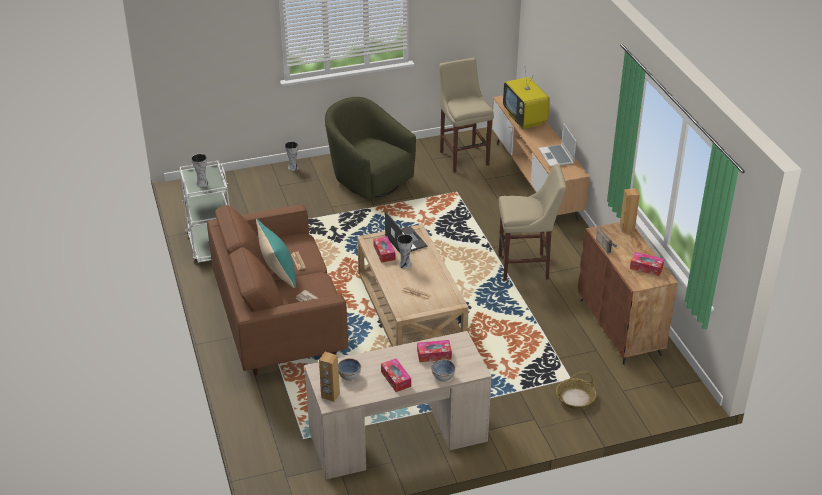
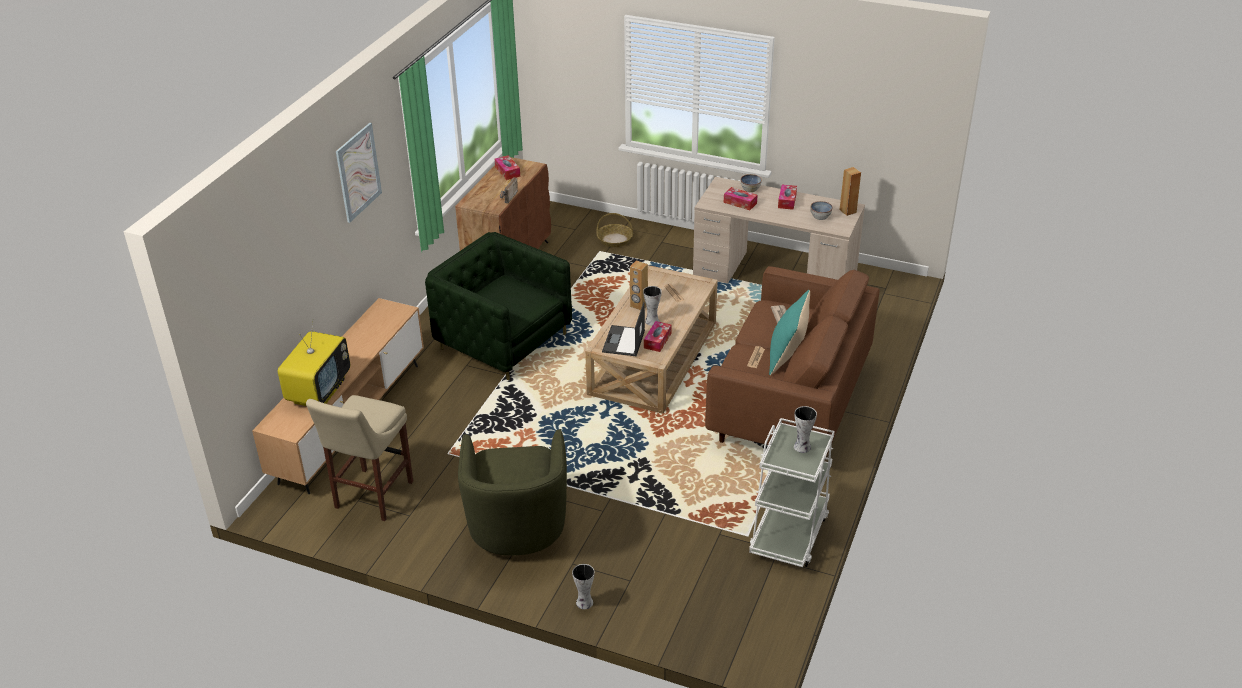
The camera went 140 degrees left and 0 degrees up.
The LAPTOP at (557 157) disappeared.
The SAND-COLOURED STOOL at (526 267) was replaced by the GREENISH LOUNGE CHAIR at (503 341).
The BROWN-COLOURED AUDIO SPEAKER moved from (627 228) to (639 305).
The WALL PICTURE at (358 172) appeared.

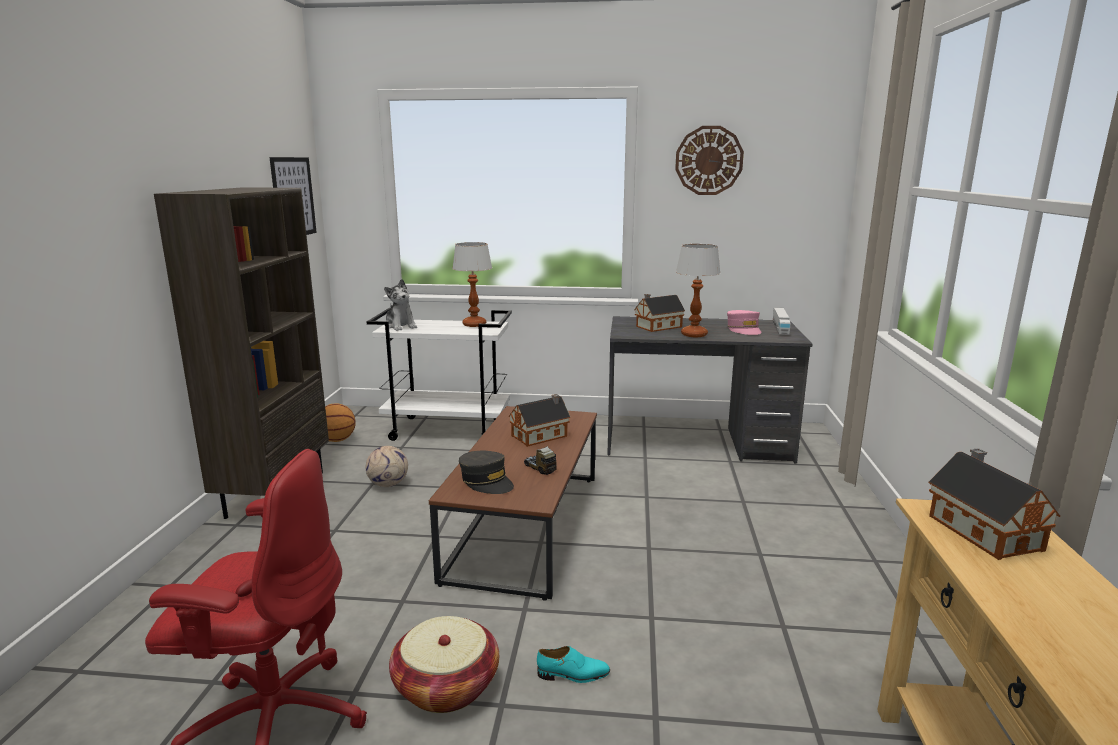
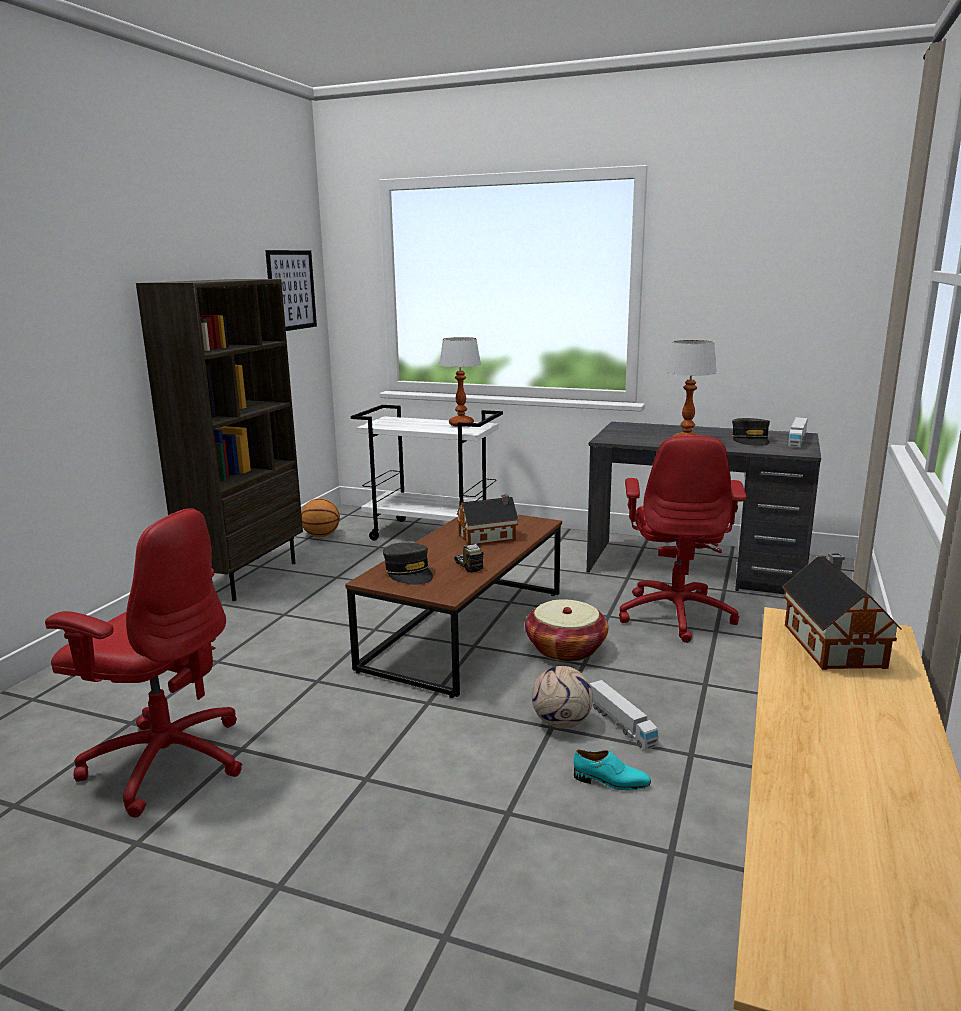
The camera went 15 degrees right and 0 degrees up.
The CLOCK ON THE WALL at (709 160) disappeared.
The CUDDLY TOY at (400 326) disappeared.
The MINIATURE HOUSE at (657 327) disappeared.
The PINK BASEBALL CAP at (744 329) became the GREY BASEBALL CAP at (750 440).
The BALL FOR FOOTBALL moved from (389 484) to (562 722).
The STORAGE BASKET moved from (446 686) to (565 649).
The TURQUOISE SHOE moved from (573 674) to (611 781).
The RED OFFICE CHAIR at (676 615) appeared.
The MODEL TRUCK at (621 724) appeared.

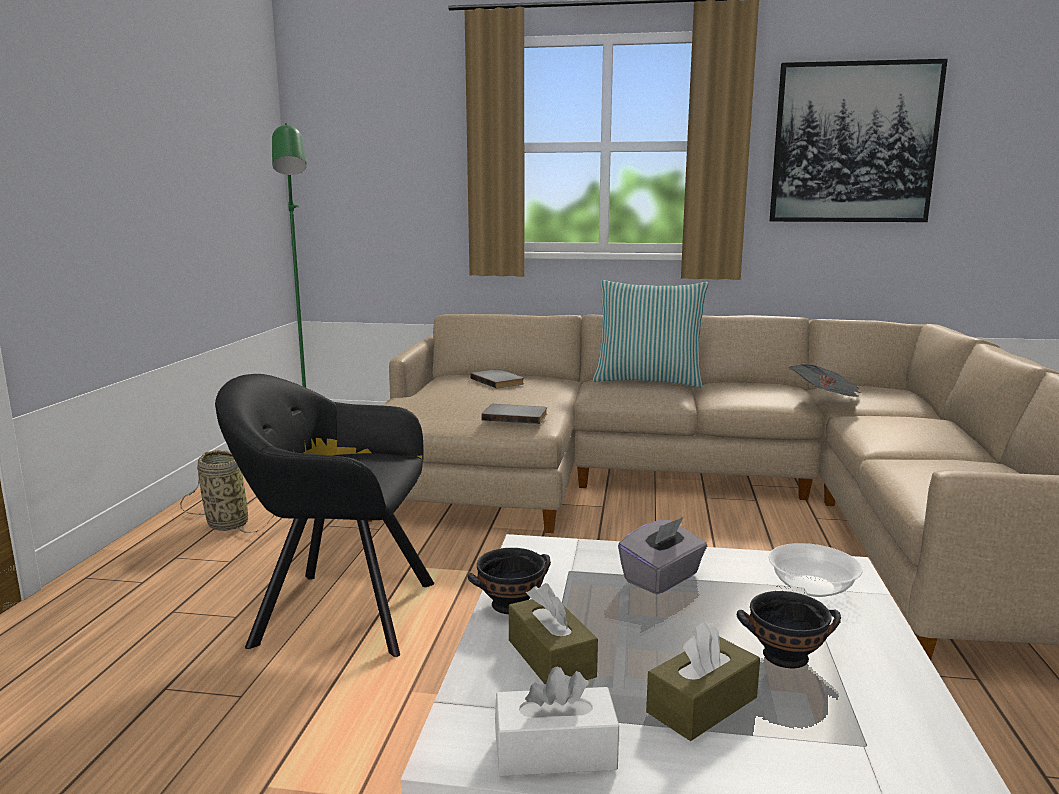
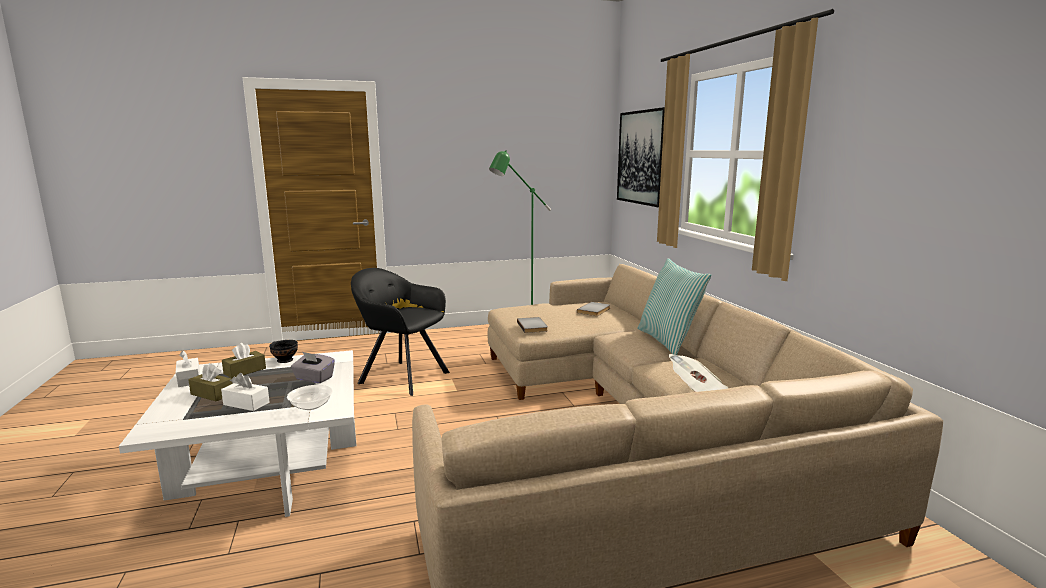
The camera went 65 degrees right and 0 degrees up.
The WALL PICTURE moved from (853 143) to (642 157).
The BLACK-COLOURED LOUNGE CHAIR at (337 610) turned 45 degrees counterclockwise.
The STORAGE BASKET at (225 524) disappeared.
The BLACK-COLOURED BOWL at (783 655) was replaced by the WHITE TISSUE HOLDER at (246 403).

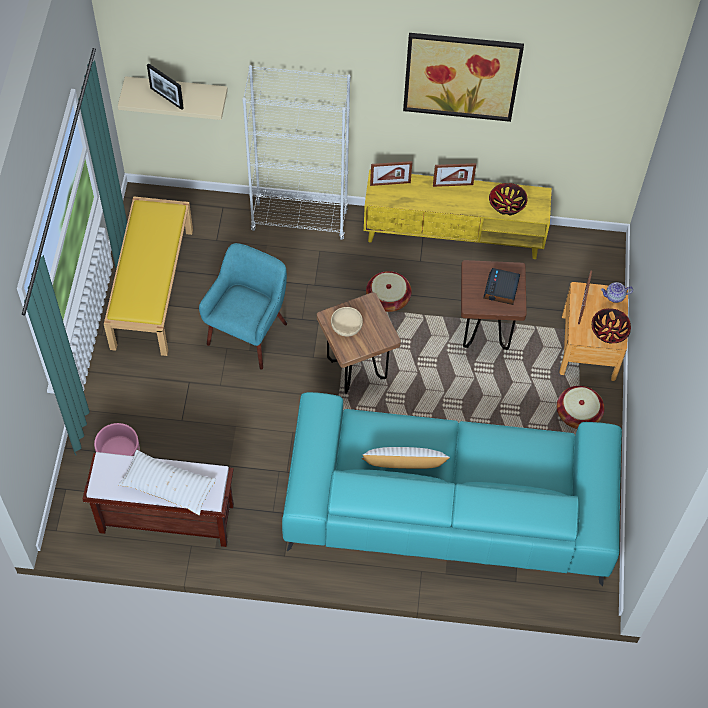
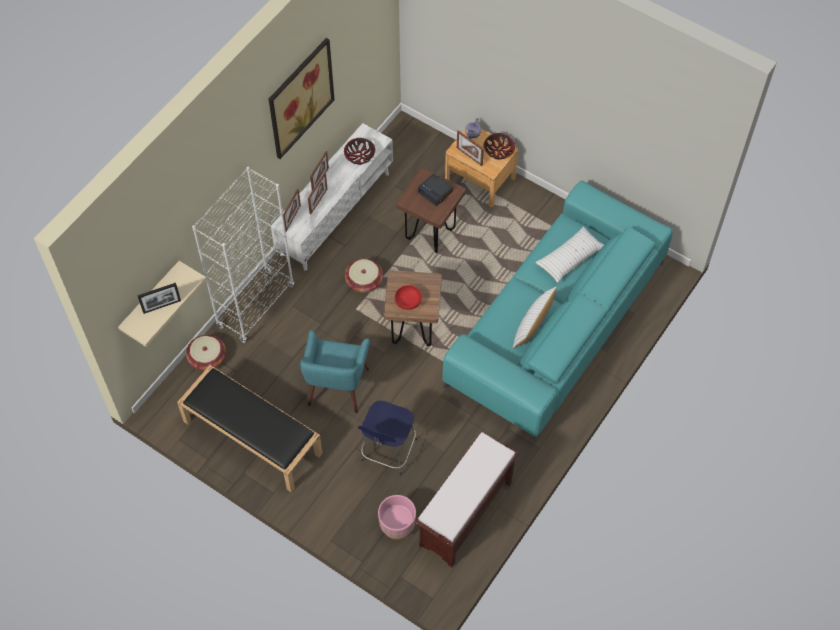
The camera went 60 degrees left and 0 degrees up.
The YELLOW-COLOURED TV STAND at (454 234) became the WHITE TV STAND at (335 213).
The YELLOW-COLOURED INDOOR BENCH at (152 287) became the BLACK-COLOURED INDOOR BENCH at (251 437).
The TURQUOISE LOUNGE CHAIR at (248 333) turned 135 degrees counterclockwise.
The SAND-COLOURED BOWL at (346 327) became the RED BOWL at (408 301).
The STORAGE BASKET moved from (578 414) to (207 358).
The WHITE THROW PILLOW moved from (168 486) to (569 258).
The STANDING FRAME at (318 201) appeared.
The BLUE-COLOURED STOOL at (388 452) appeared.

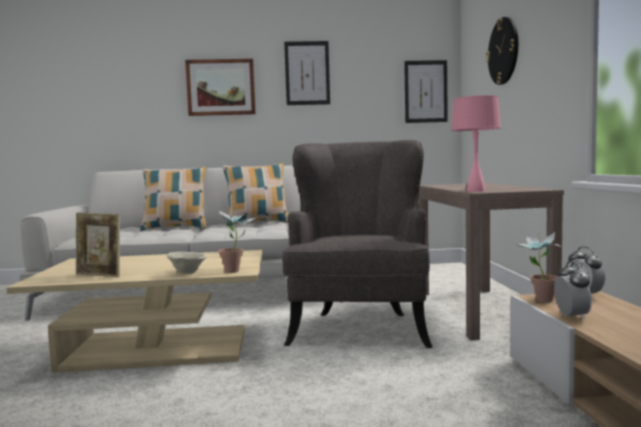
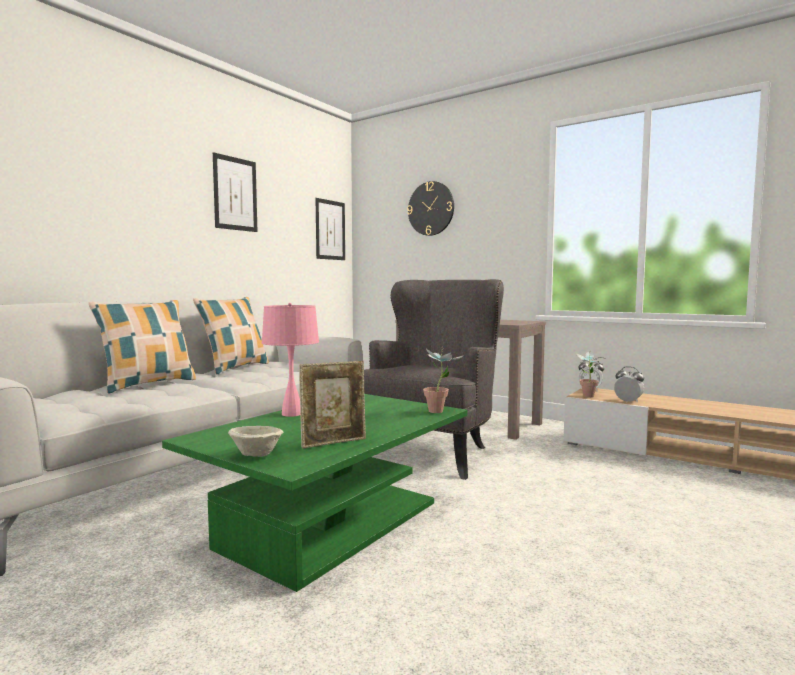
The camera went 50 degrees left and 0 degrees up.
The WALL PICTURE at (221 87) disappeared.
The PINK TABLE LAMP moved from (476 191) to (292 414).
The GREY LOUNGE CHAIR at (360 326) turned 75 degrees clockwise.
The SAND-COLOURED LOUNGE TABLE at (158 349) became the GREENISH LOUNGE TABLE at (332 524).
The SAND-COLOURED BOWL moved from (187 273) to (256 456).

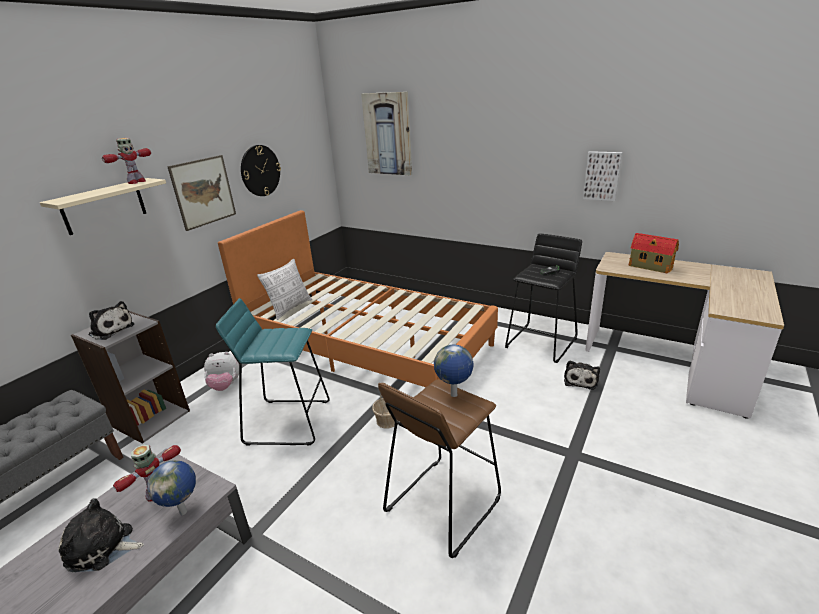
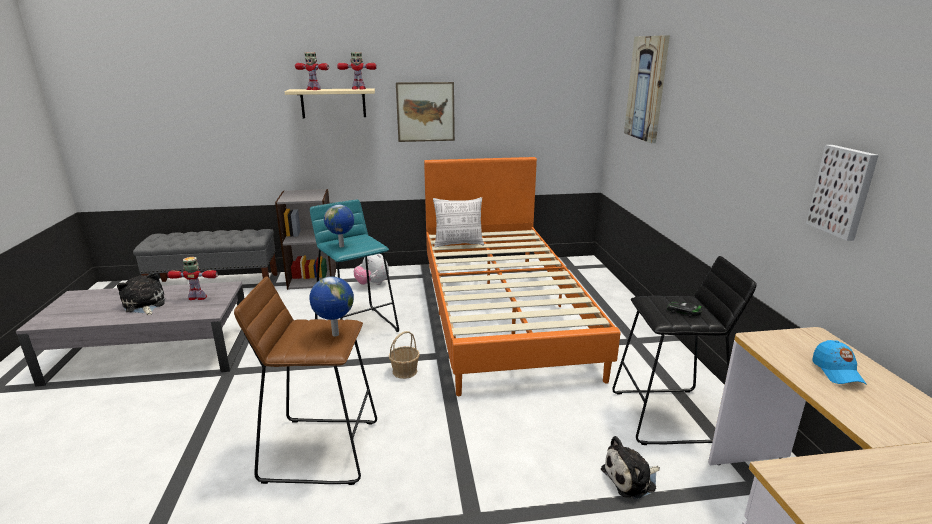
The camera went 50 degrees right and 5 degrees down.
The CLOCK ON THE WALL at (260 170) disappeared.
The MINIATURE HOUSE at (649 266) was replaced by the BLUE-COLOURED BASEBALL CAP at (837 372).
The CUDDLY TOY at (111 330) disappeared.
The GLOBE moved from (184 511) to (342 246).
The TOY ROBOT at (313 89) appeared.

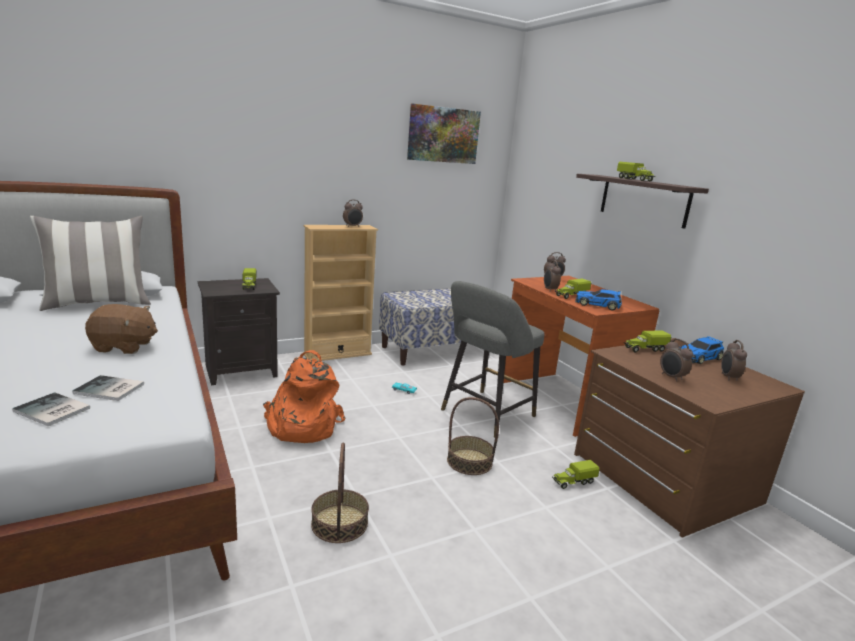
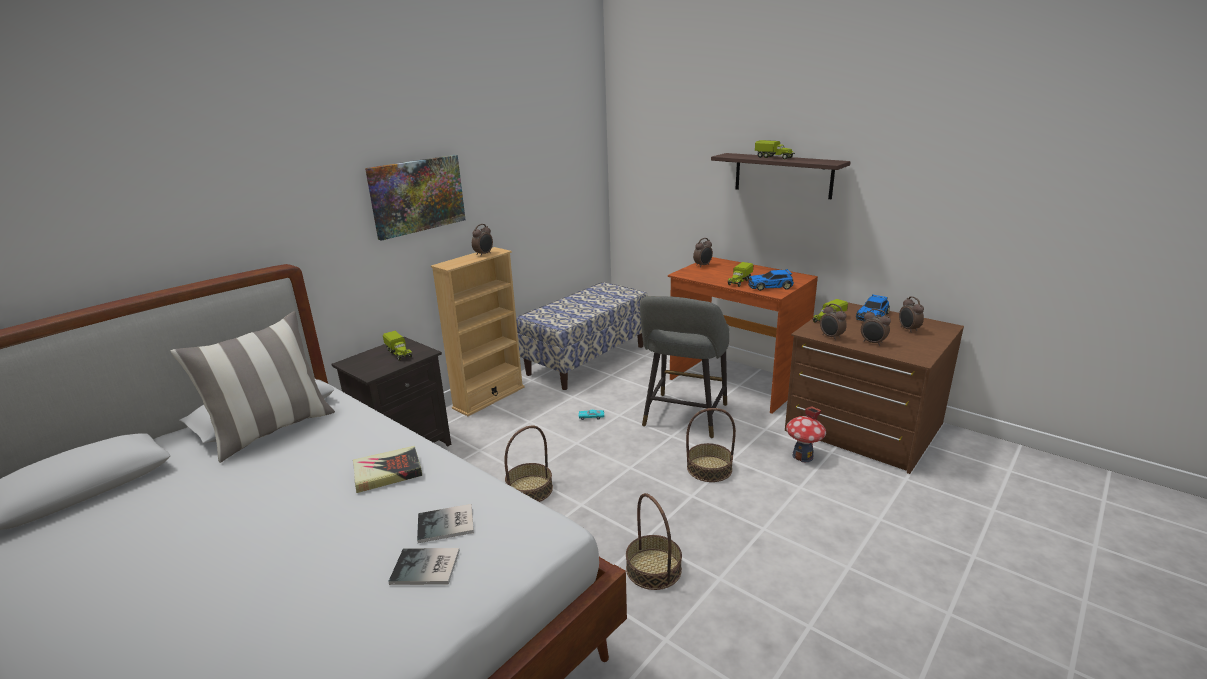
The camera went 20 degrees left and 5 degrees up.
The WALL PICTURE moved from (443 135) to (417 195).
The ALARM CLOCK moved from (549 290) to (831 337).
The BROWN-COLOURED CUDDLY TOY at (124 347) was replaced by the BOOK at (387 473).
The ORANGE KNAPSACK at (301 426) was replaced by the STORAGE BASKET at (529 489).
The MODEL TRUCK at (573 482) was replaced by the MINIATURE HOUSE at (803 456).

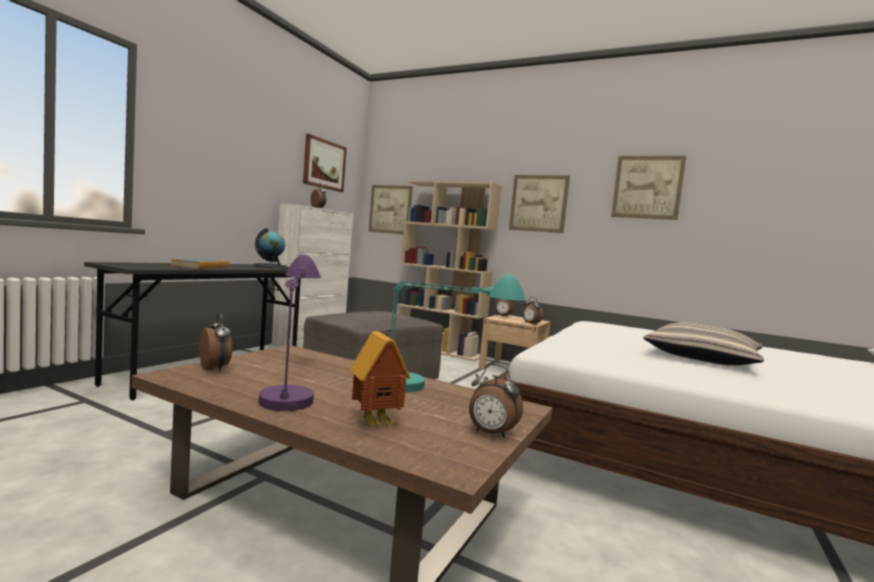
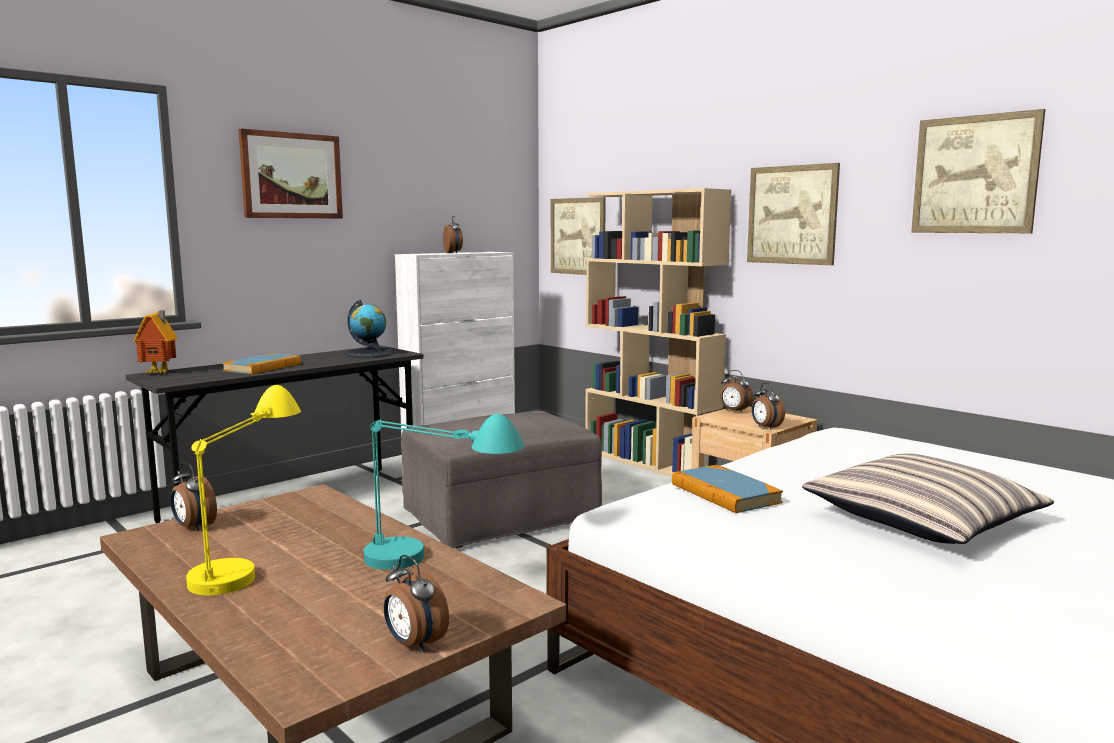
The camera went 20 degrees right and 5 degrees up.
The WALL PICTURE moved from (324 164) to (291 176).
The PURPLE TABLE LAMP at (291 387) became the YELLOW-COLOURED TABLE LAMP at (250 557).
The ALARM CLOCK at (215 369) turned 150 degrees clockwise.
The MINIATURE HOUSE moved from (378 422) to (160 373).
The BOOK at (724 493) appeared.

